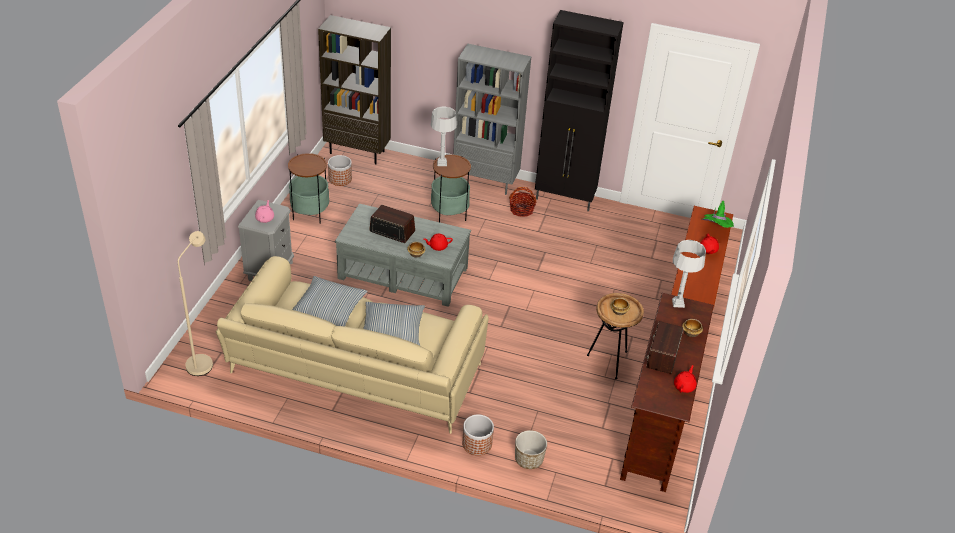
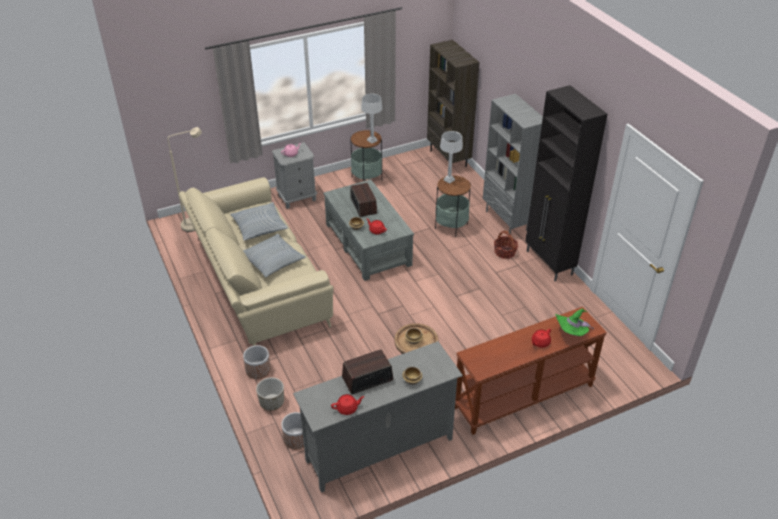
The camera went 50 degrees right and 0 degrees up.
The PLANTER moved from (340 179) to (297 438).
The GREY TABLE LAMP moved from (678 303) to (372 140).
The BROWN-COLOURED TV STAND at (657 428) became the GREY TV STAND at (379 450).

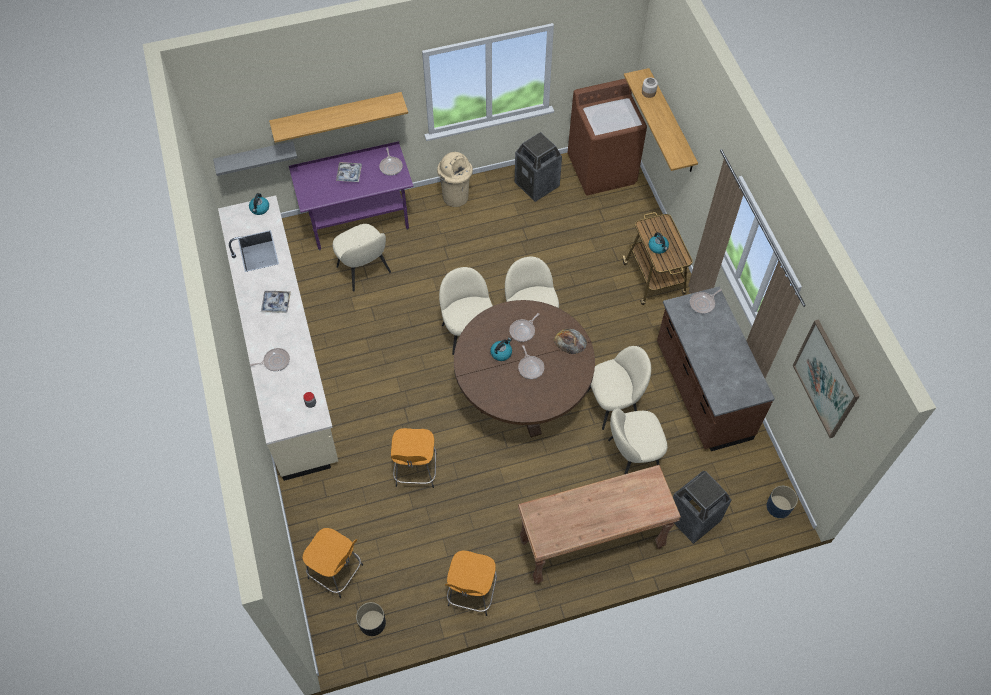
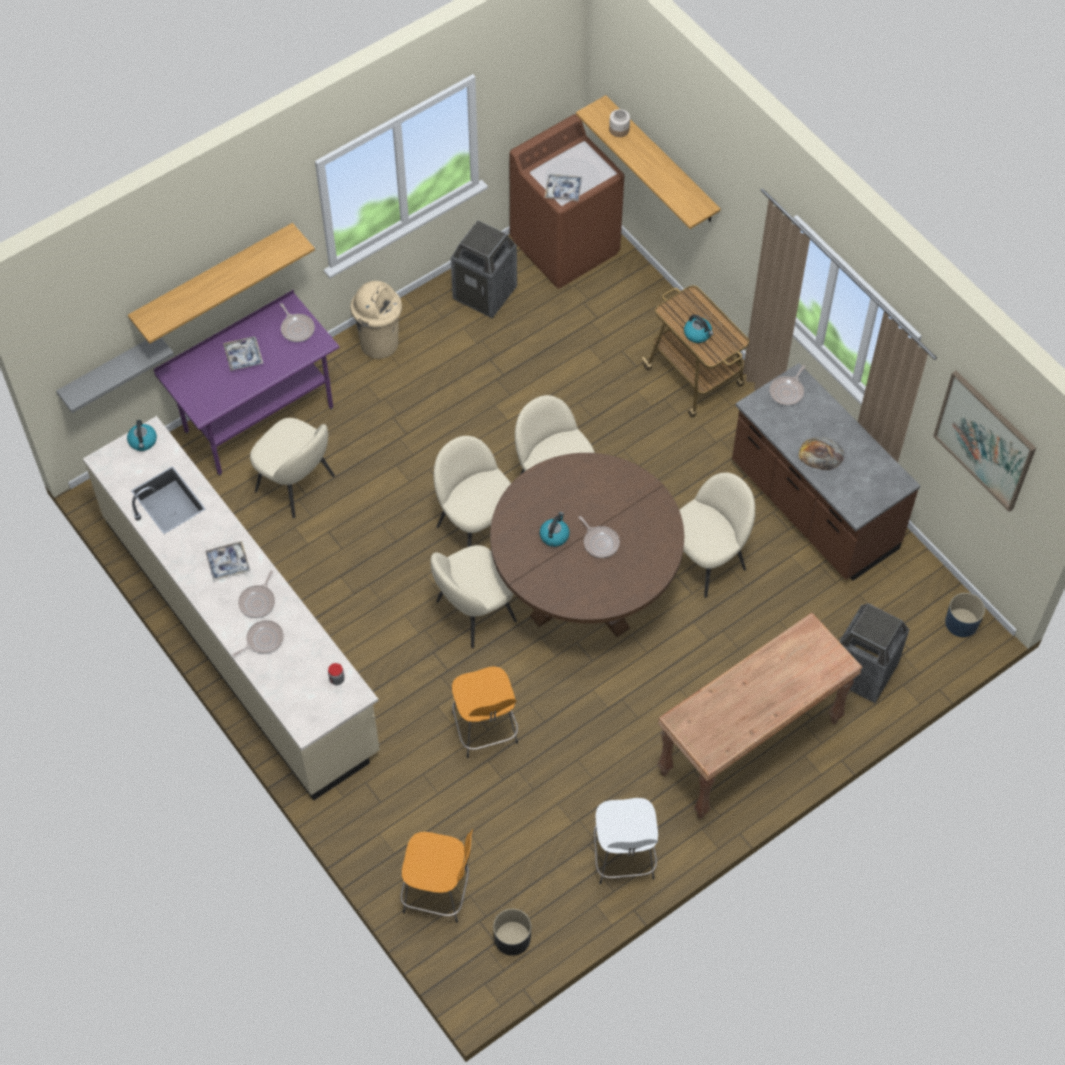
The camera went 20 degrees left and 0 degrees up.
The FRYING PAN moved from (523 331) to (258 601).
The BREAD moved from (570 341) to (821 454).
The SAND-COLOURED CHAIR moved from (632 456) to (474 612).
The ORANGE STOOL at (471 593) became the WHITE STOOL at (623 858).
The SERVING TRAY at (563 190) appeared.

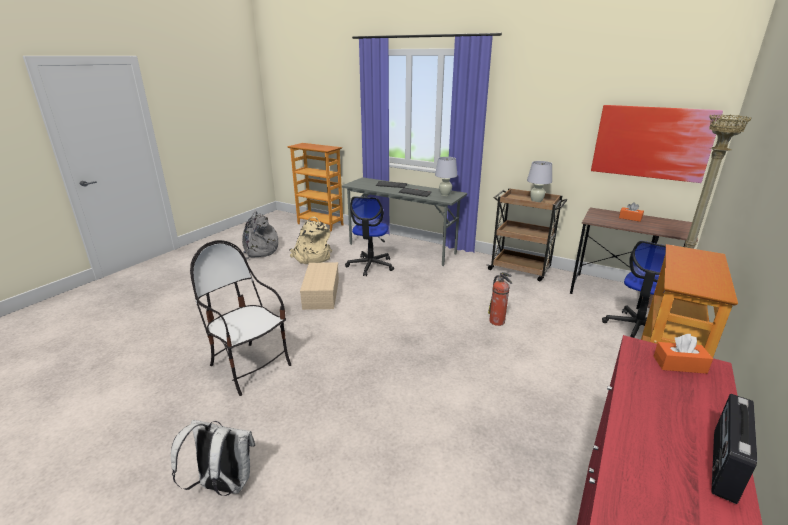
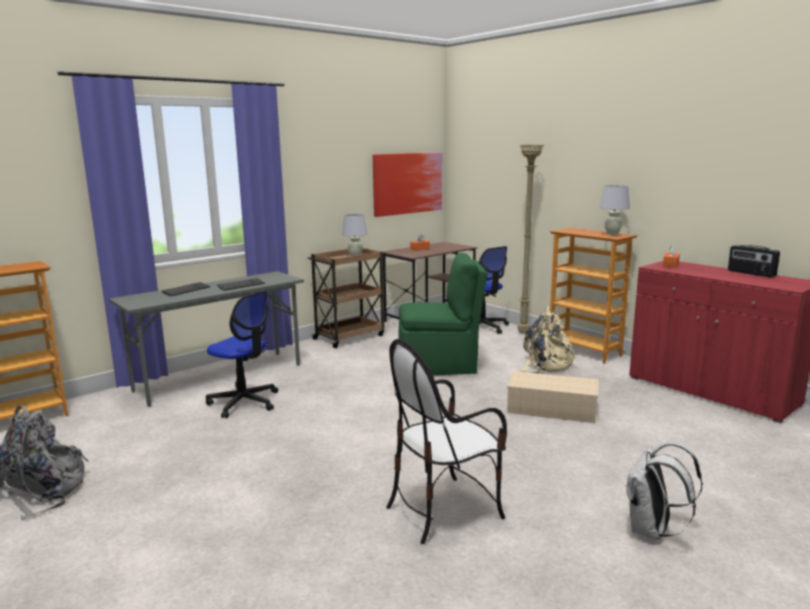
The camera went 70 degrees left and 10 degrees down.
The WHITE TABLE LAMP moved from (445 195) to (612 234).
The SAND-COLOURED KNAPSACK moved from (311 257) to (545 364).
The SAND-COLOURED STORAGE BIN moved from (321 293) to (550 409).
The FIRE EXTINGUISHER at (497 322) was replaced by the GREENISH CHAIR at (439 365).

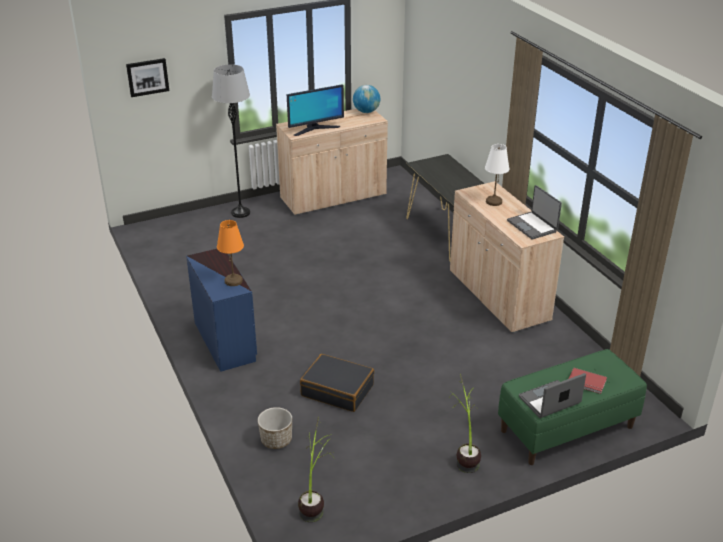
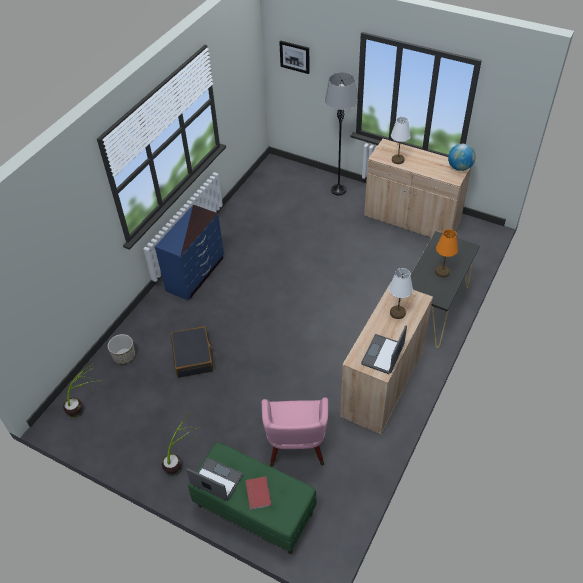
The camera went 55 degrees right and 15 degrees up.
The COMPUTER SCREEN at (315 129) was replaced by the WHITE TABLE LAMP at (398 160).
The ORANGE TABLE LAMP moved from (233 281) to (442 272).
The PINK LOUNGE CHAIR at (296 448) appeared.

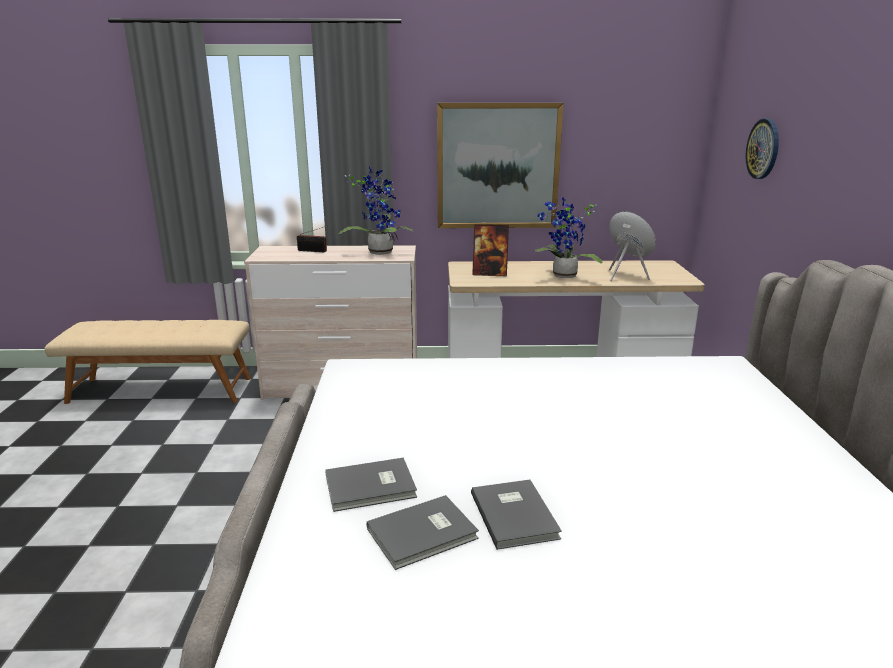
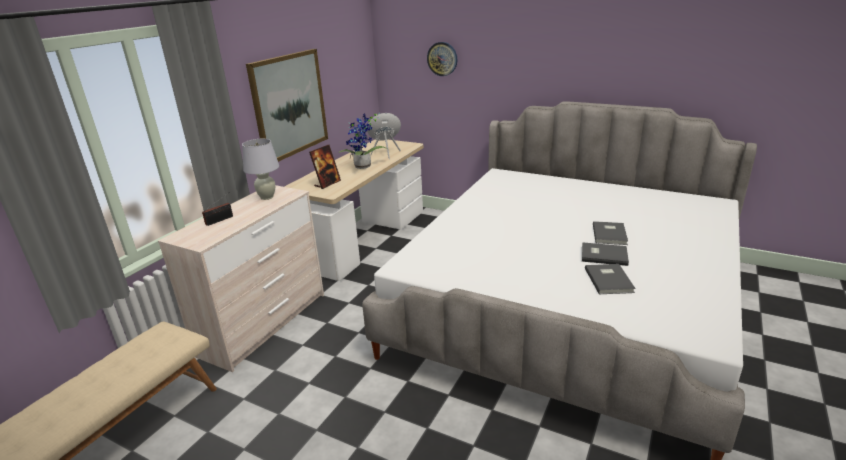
The camera went 60 degrees left and 5 degrees up.
The POTTED PLANT at (380 251) was replaced by the WHITE TABLE LAMP at (267 197).
The GREY BOOK moved from (372 487) to (610 234).

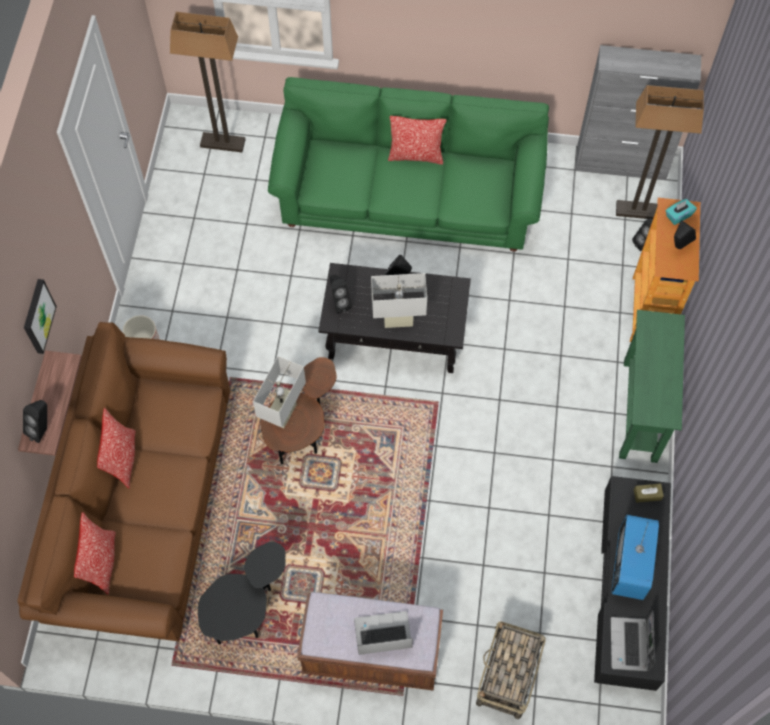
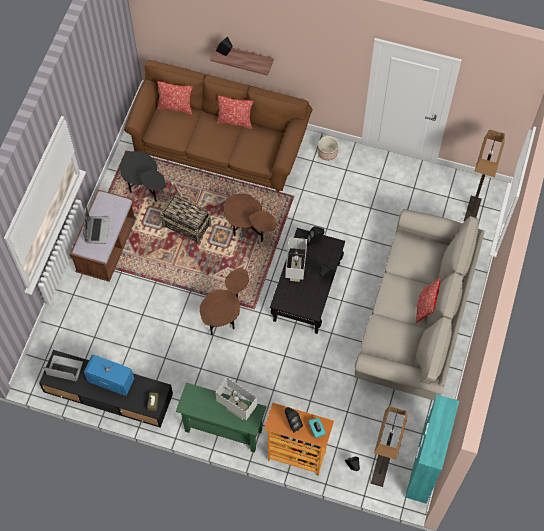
The camera went 100 degrees right and 0 degrees up.
The GREY CUPBOARD at (621 164) became the TURQUOISE CUPBOARD at (423 468).
The GREENISH SETTEE at (408 195) became the SAND-COLOURED SETTEE at (415 318).
The WALL PICTURE at (37 316) disappeared.
The WHITE TABLE LAMP moved from (283 413) to (237 410).
The STORAGE BASKET moved from (507 677) to (186 225).
The BROWN-COLOURED ACCENT TABLE at (225 315) appeared.

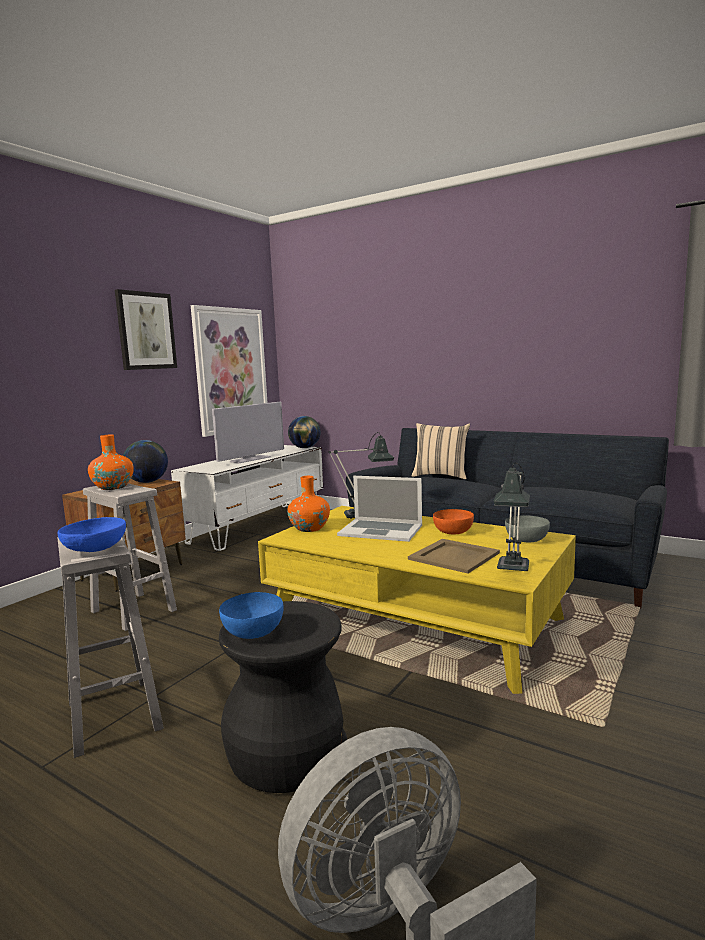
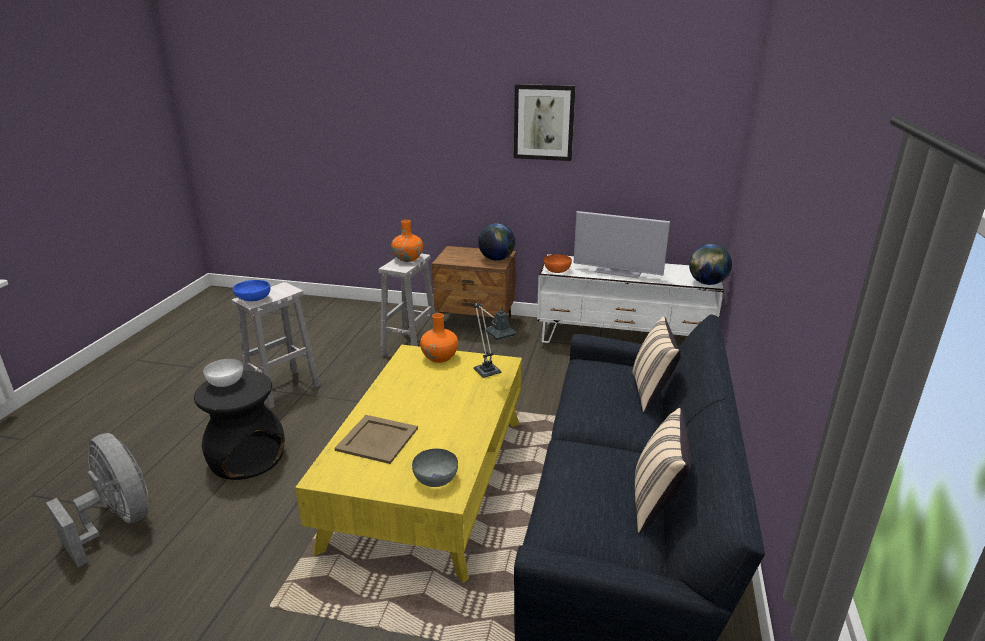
The camera went 70 degrees right and 15 degrees up.
The WALL PICTURE at (231 370) disappeared.
The TABLE LAMP at (512 569) disappeared.
The LAPTOP at (381 530) disappeared.
The ORANGE BOWL moved from (453 532) to (557 271).
The BLUE-COLOURED BOWL at (252 631) became the WHITE BOWL at (226 381).
The SAND-COLOURED THROW PILLOW at (657 503) appeared.

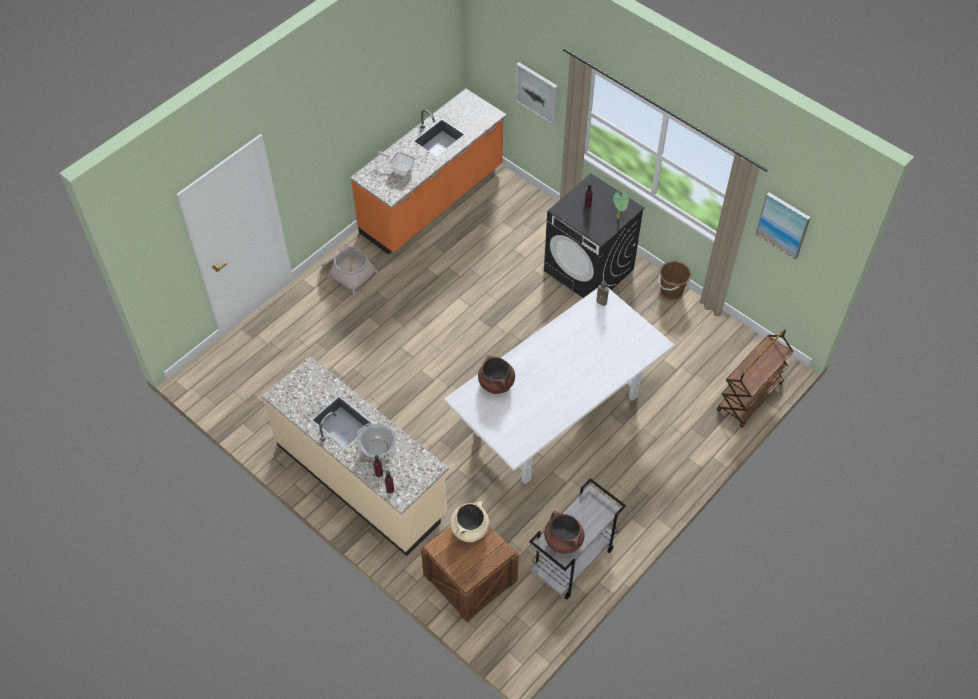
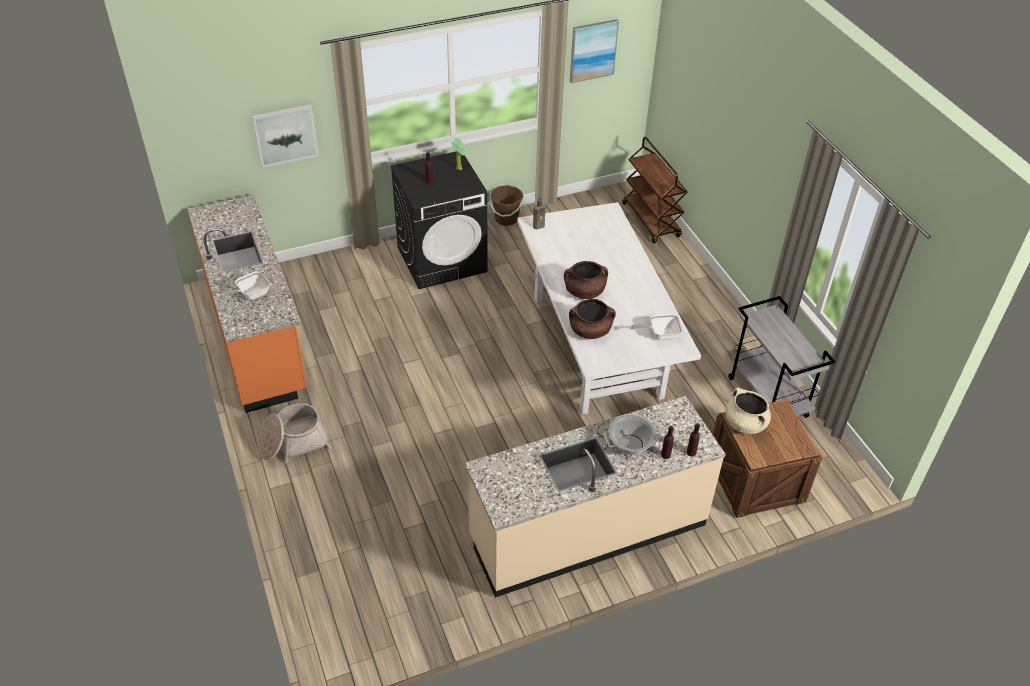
The camera went 65 degrees left and 10 degrees down.
The BROWN-COLOURED SAUCEPOT moved from (563 540) to (584 292).
The FRYING PAN at (660 334) appeared.

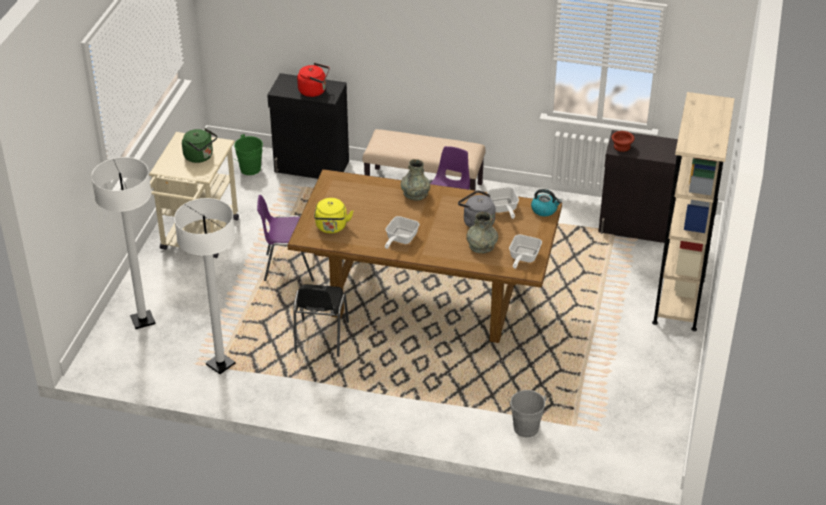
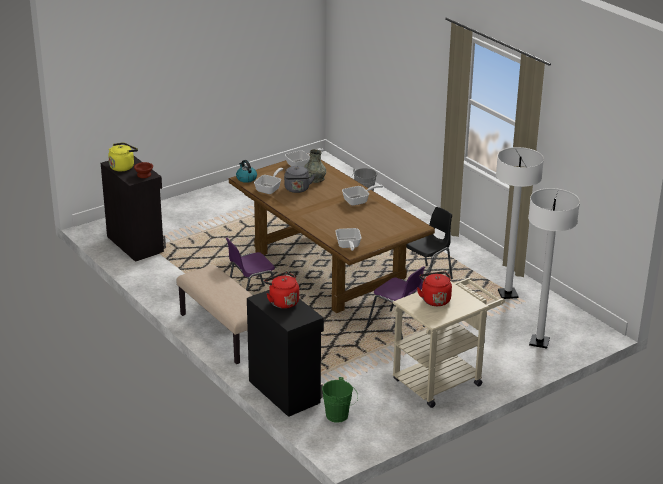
The camera went 140 degrees left and 10 degrees down.
The SAND-COLOURED BOOKCASE at (679 295) disappeared.
The GREENISH KETTLE at (200 157) became the RED KETTLE at (435 299).
The GREY FLOWER VASE at (415 194) disappeared.
The YELLOW-COLOURED KETTLE moved from (331 227) to (123 167).
The FRYING PAN at (348 246) appeared.

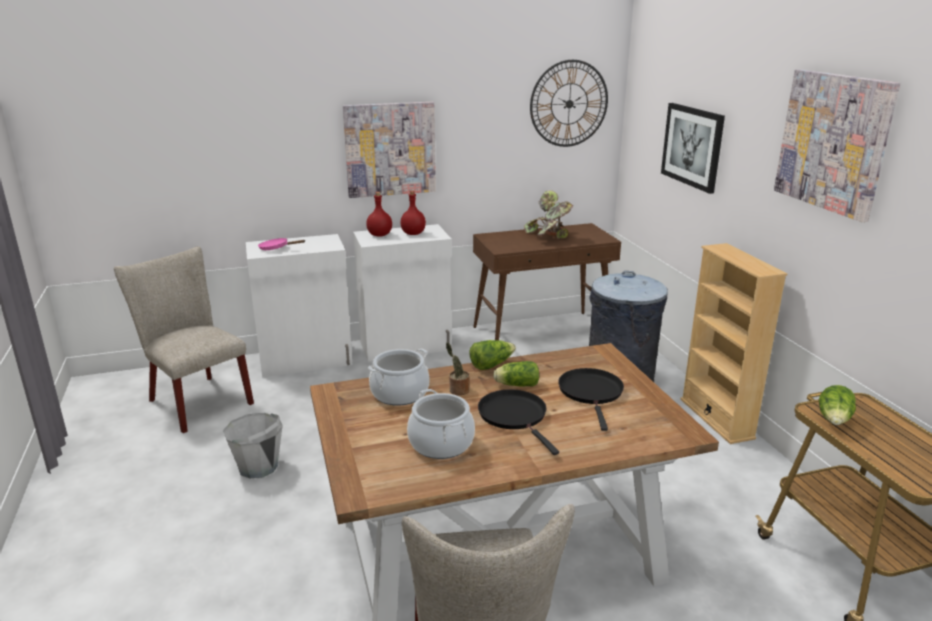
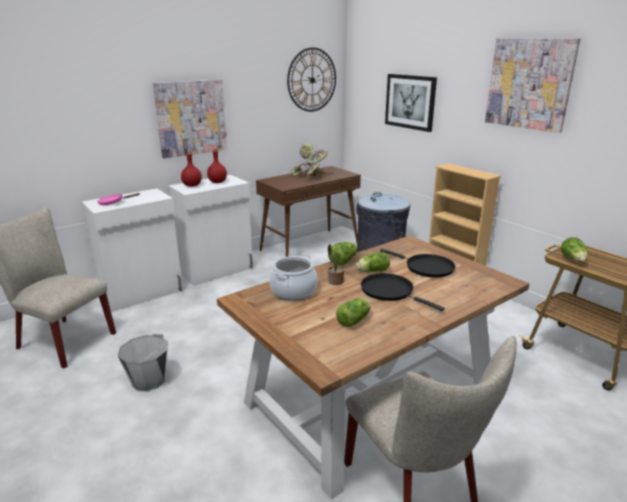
The camera went 20 degrees left and 0 degrees up.
The BLACK-COLOURED FRYING PAN at (591 393) turned 150 degrees clockwise.
The SAUCEPOT at (441 443) was replaced by the LETTUCE at (355 320).

